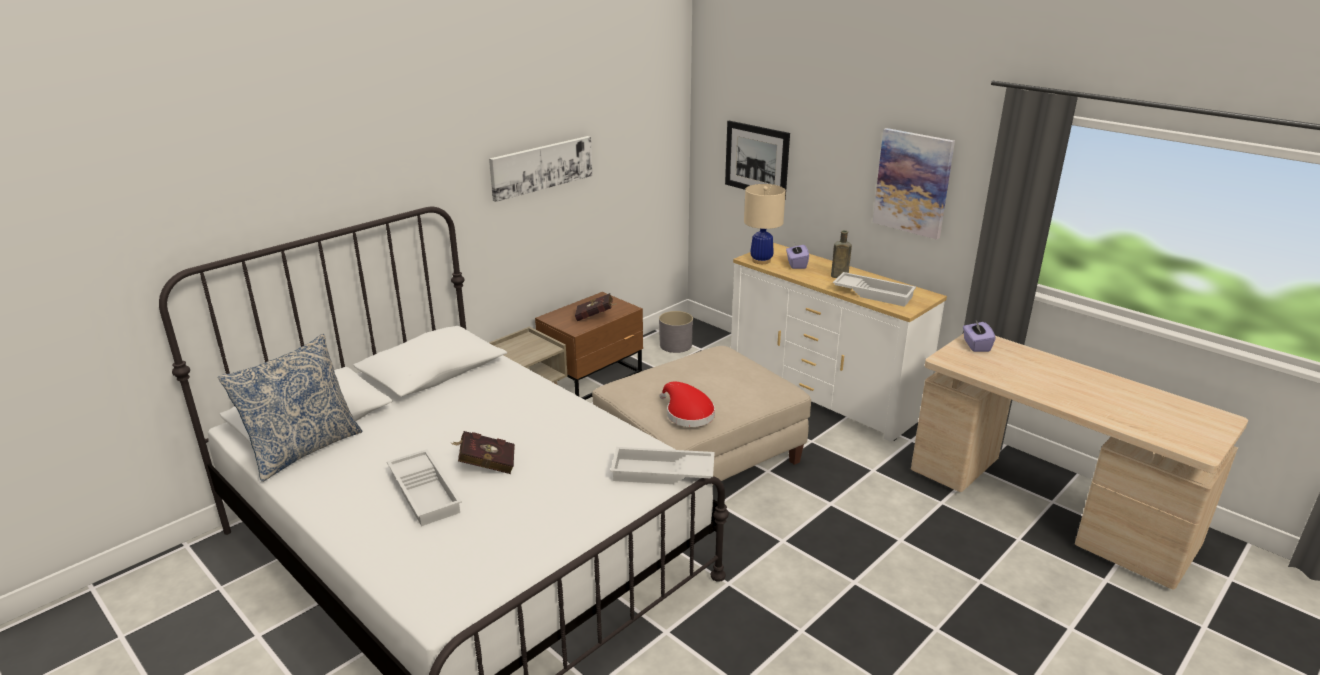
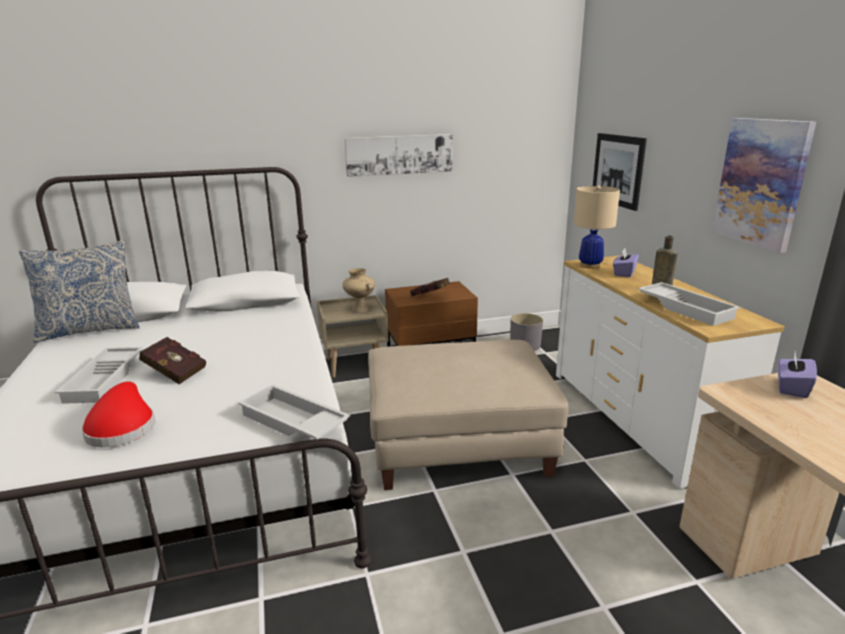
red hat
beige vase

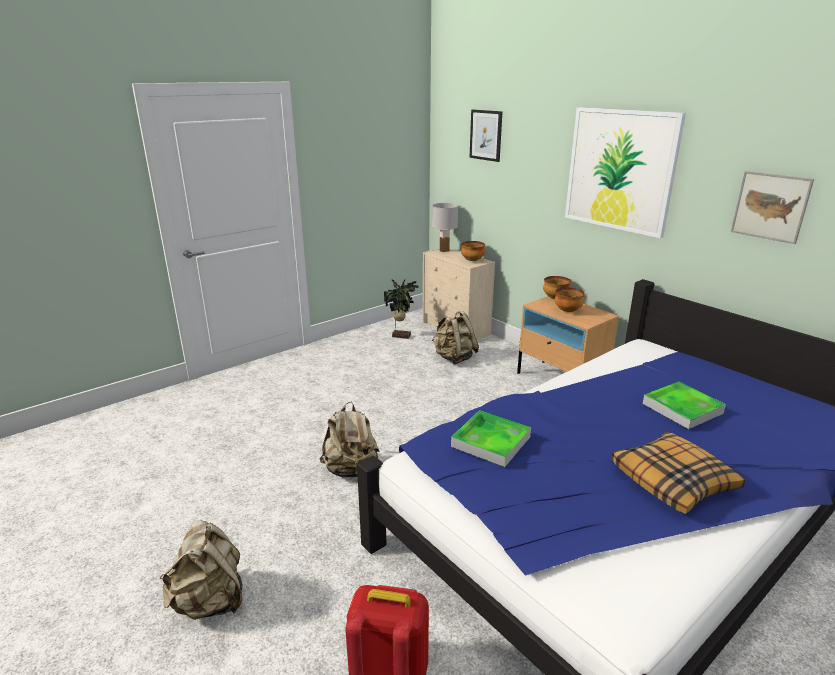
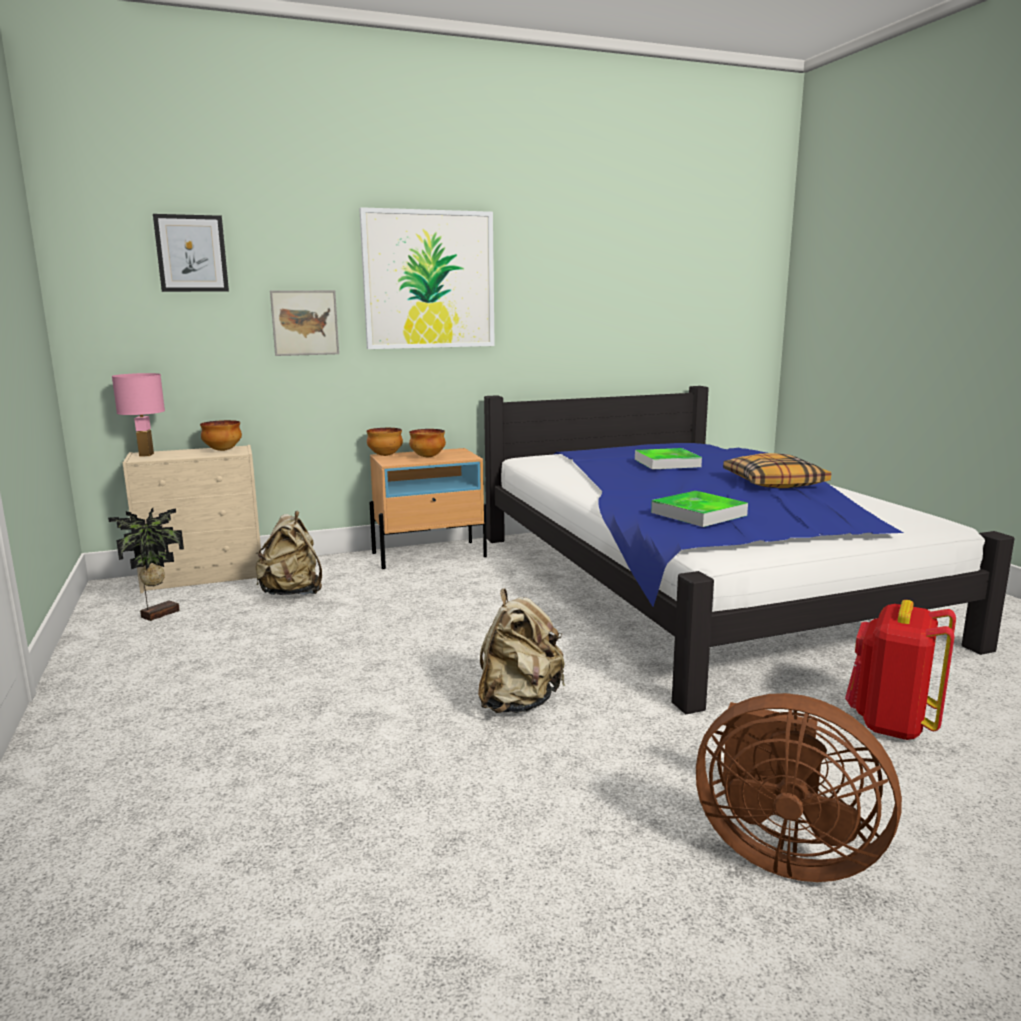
picture (2nd from left)
pink table lamp
brown fan

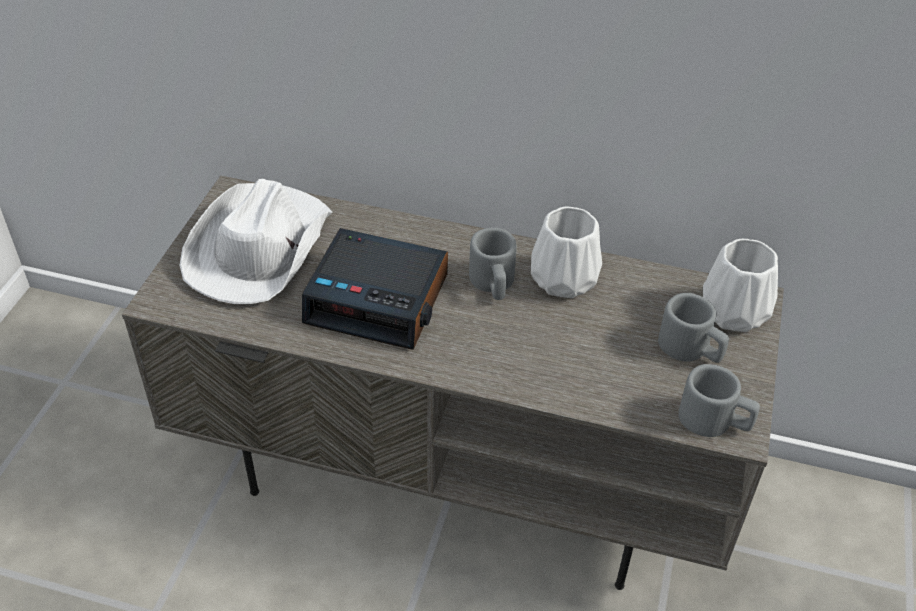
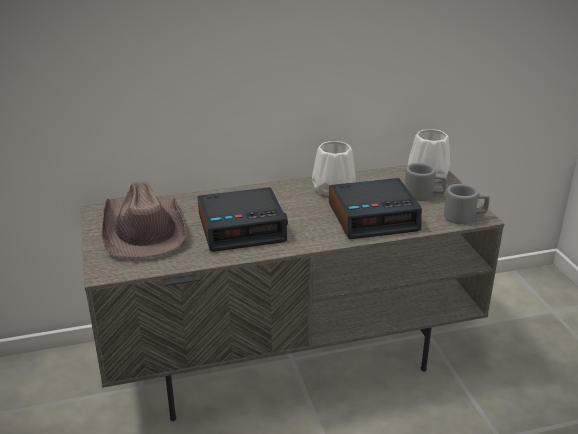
brown hat
grey mug (1st from left in the first image)
alarm clock (2nd from left)

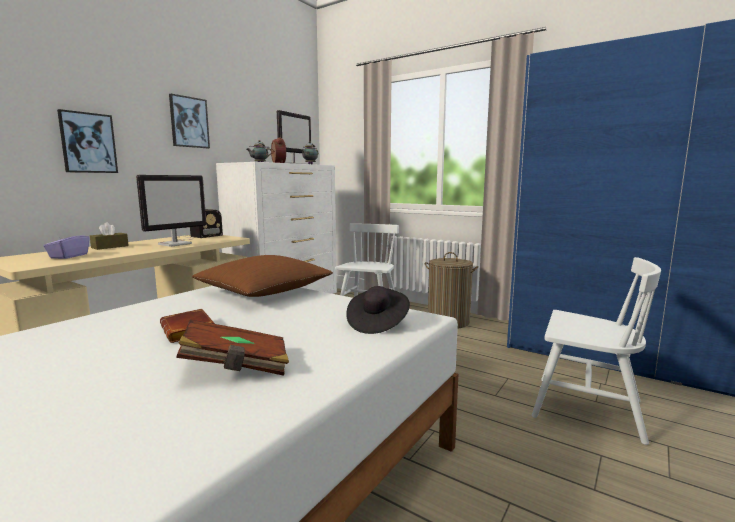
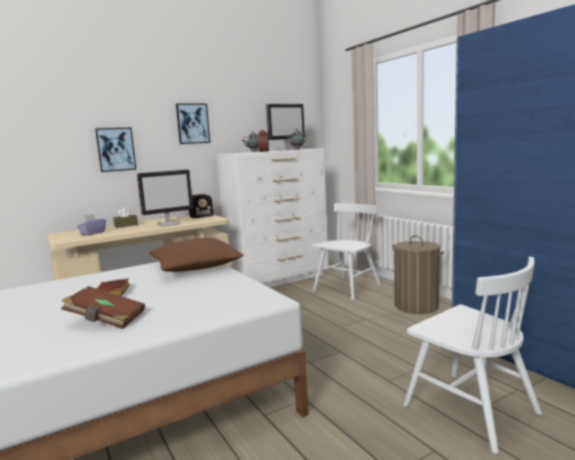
black hat

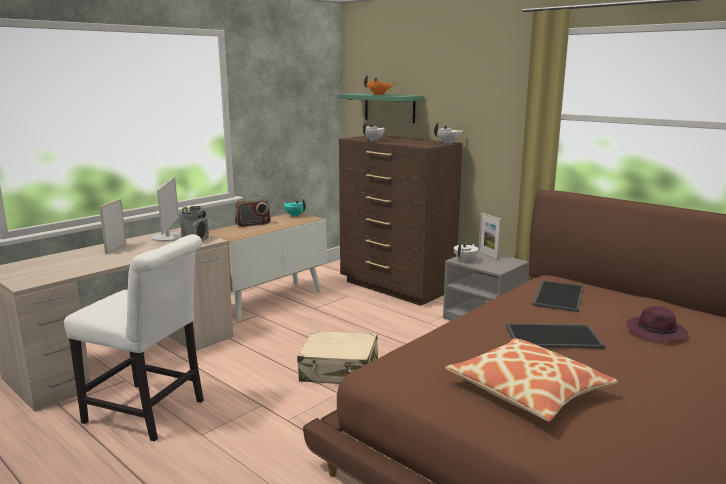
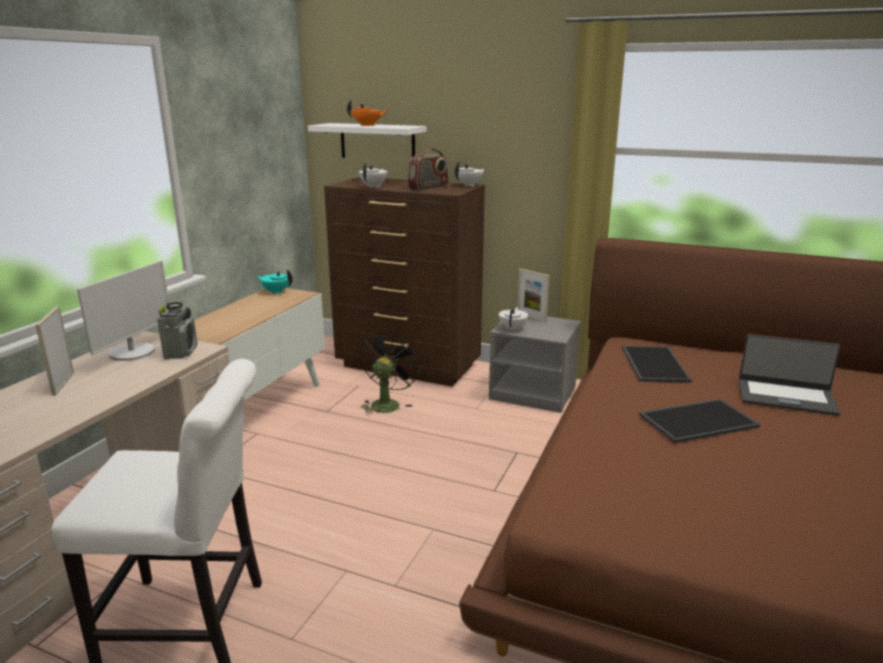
white shelf
monitor
radio (2nd from left)
laptop
beige suitcase
pillow
black fan

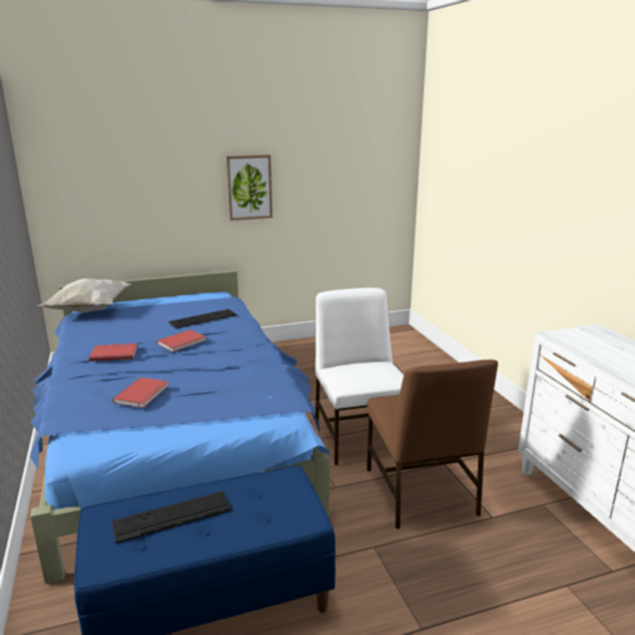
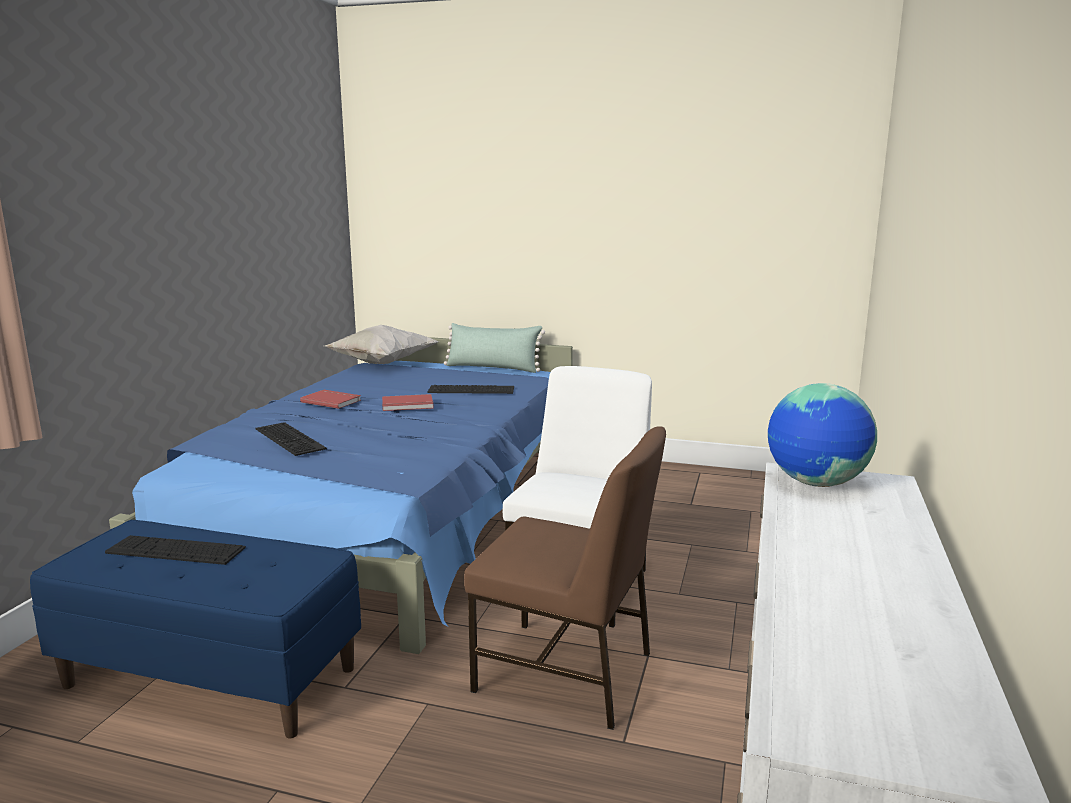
picture
brown chair
keyboard (2nd from left)
green pillow
globe

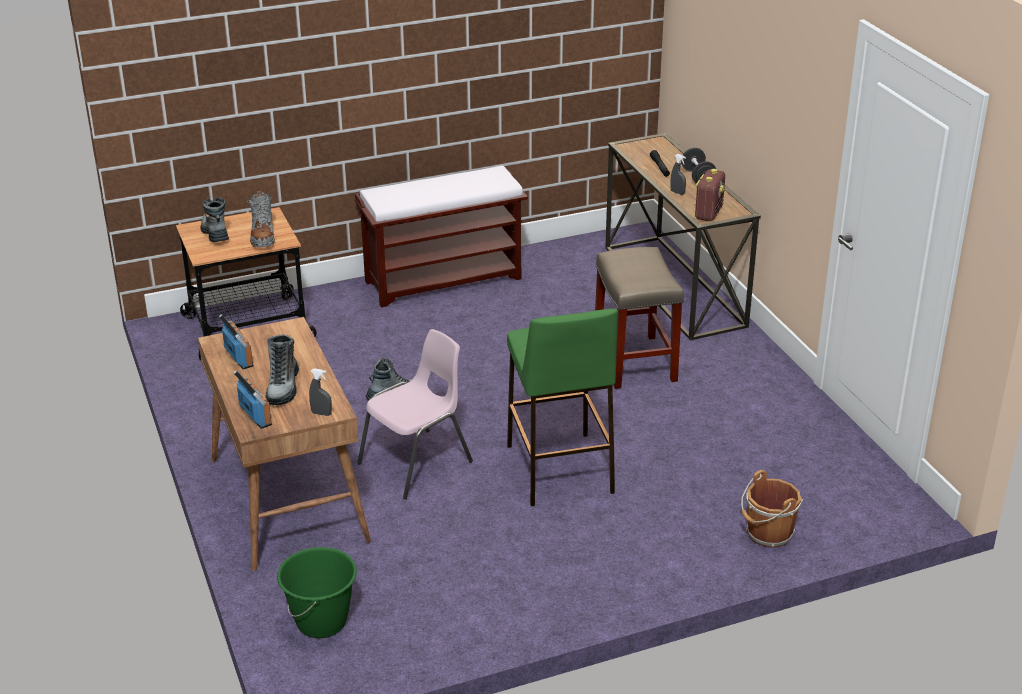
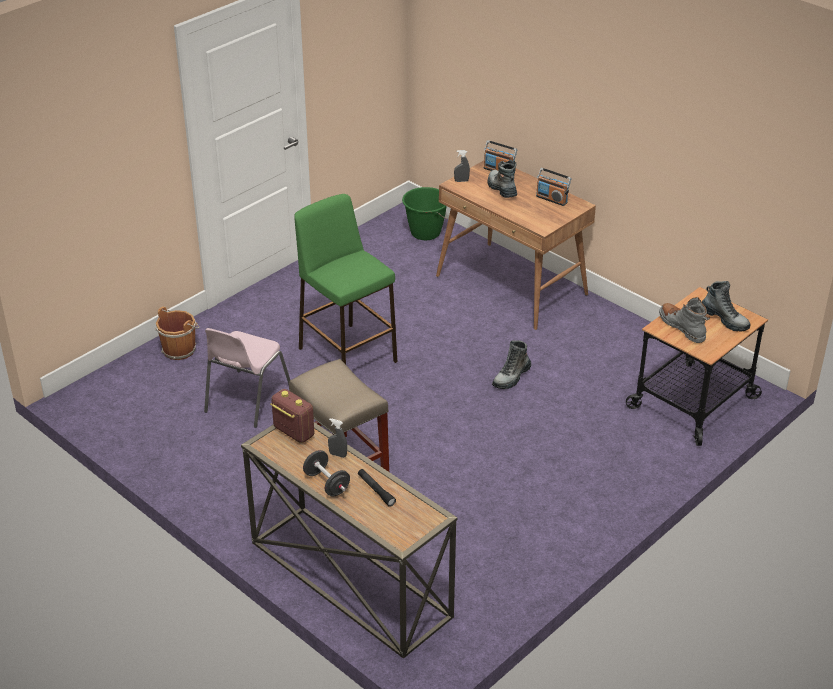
brown bench
radio (1st from left)
pink chair

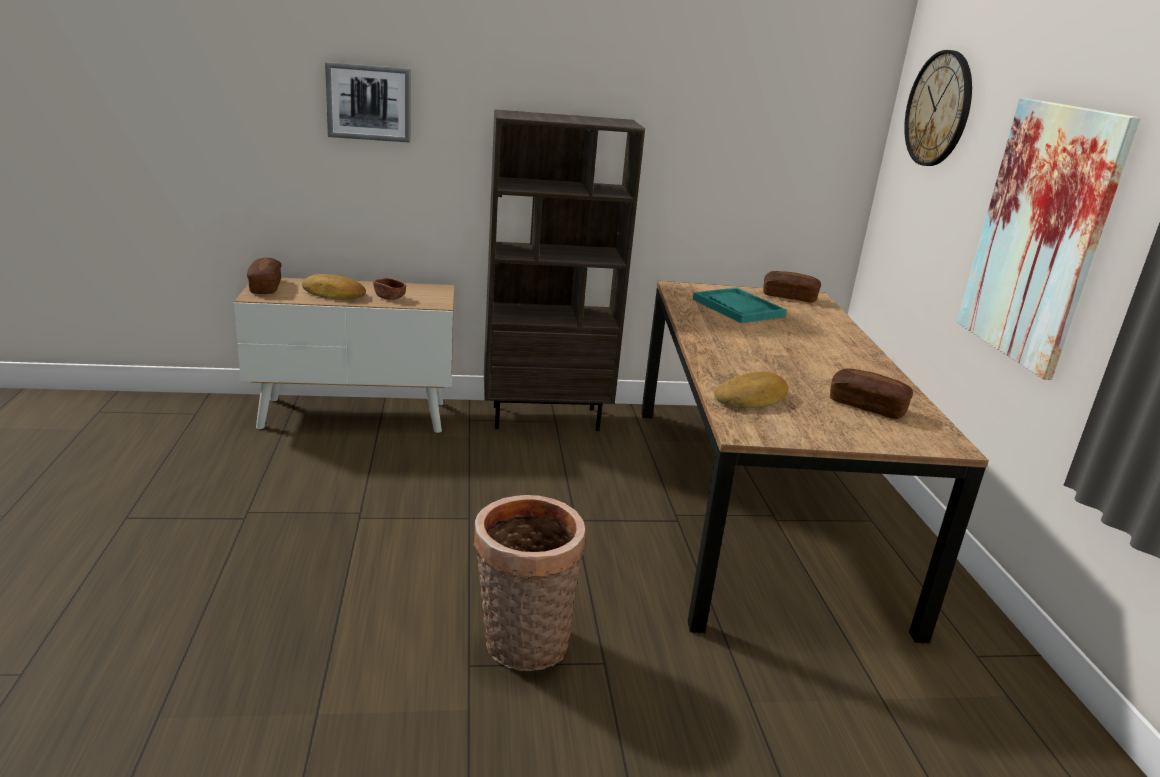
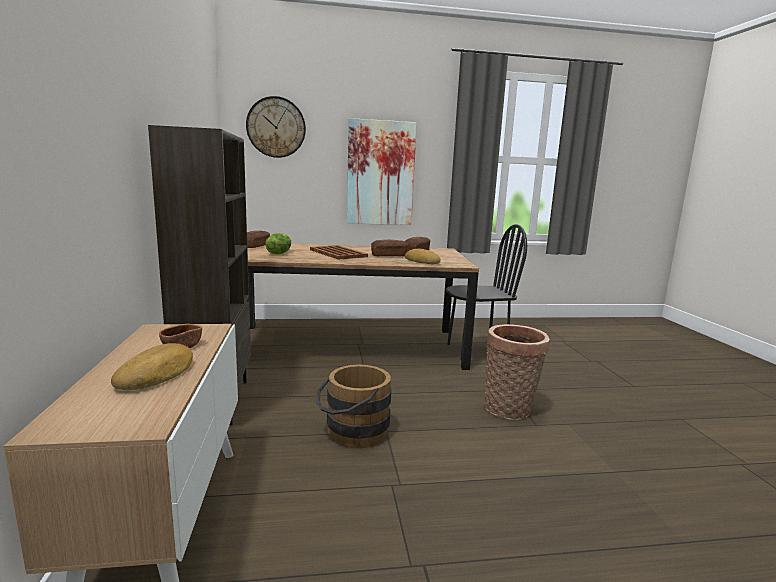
picture (1st from left in the first image)
bread (3rd from left)
lettuce
black chair
brown tray
brown bucket

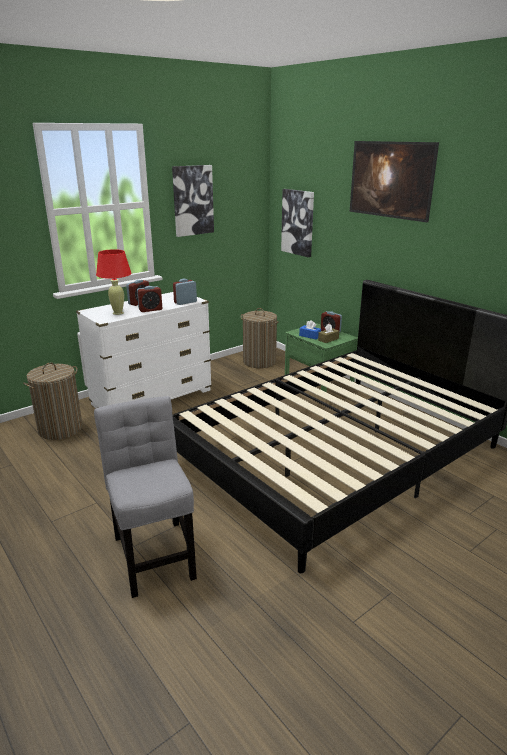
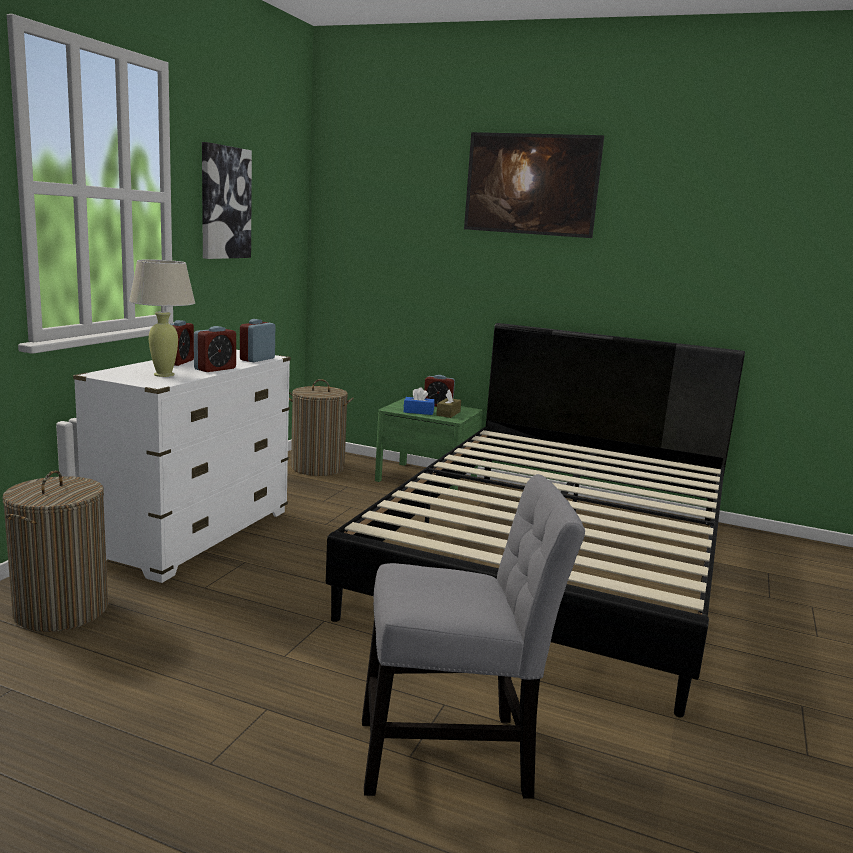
picture (2nd from left in the first image)
beige table lamp
grey chair

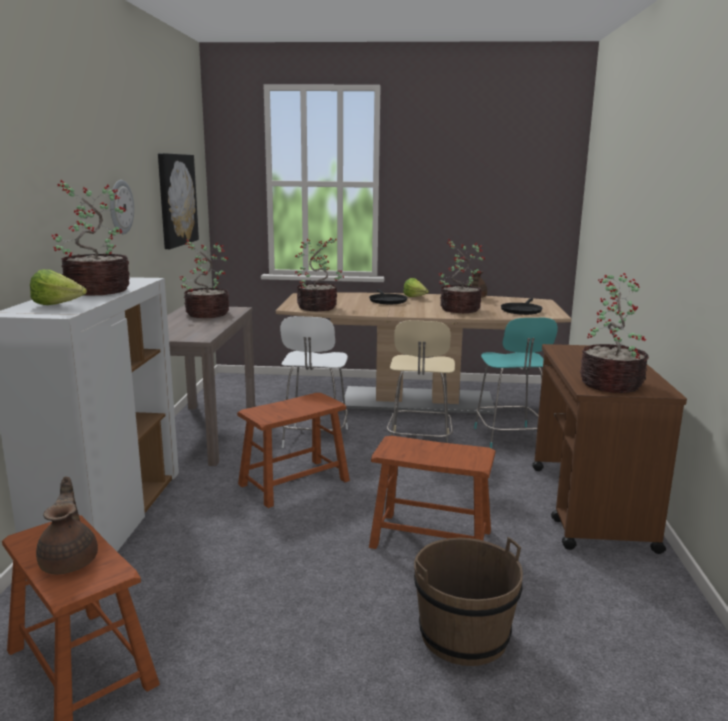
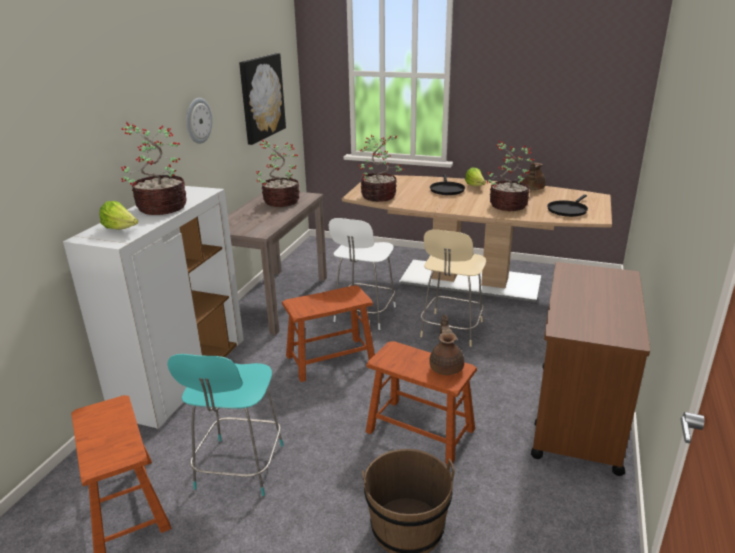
potted plant (5th from left in the first image)
turquoise chair
brown teapot (1st from left)

